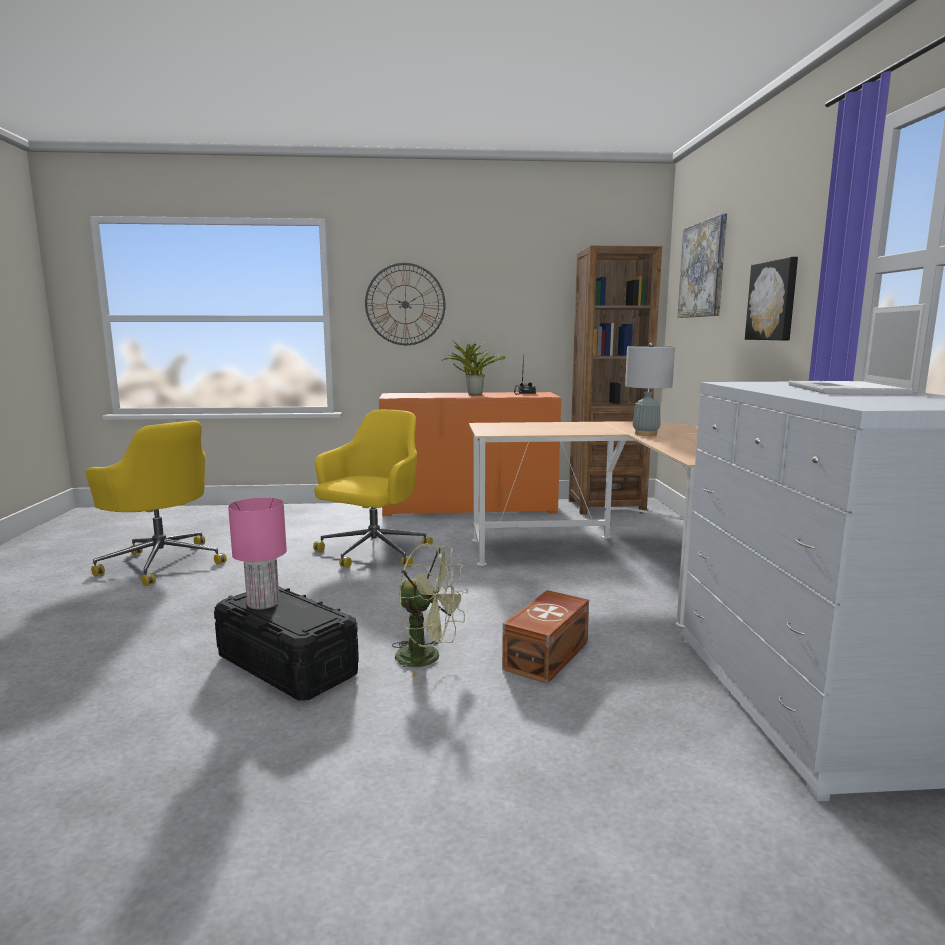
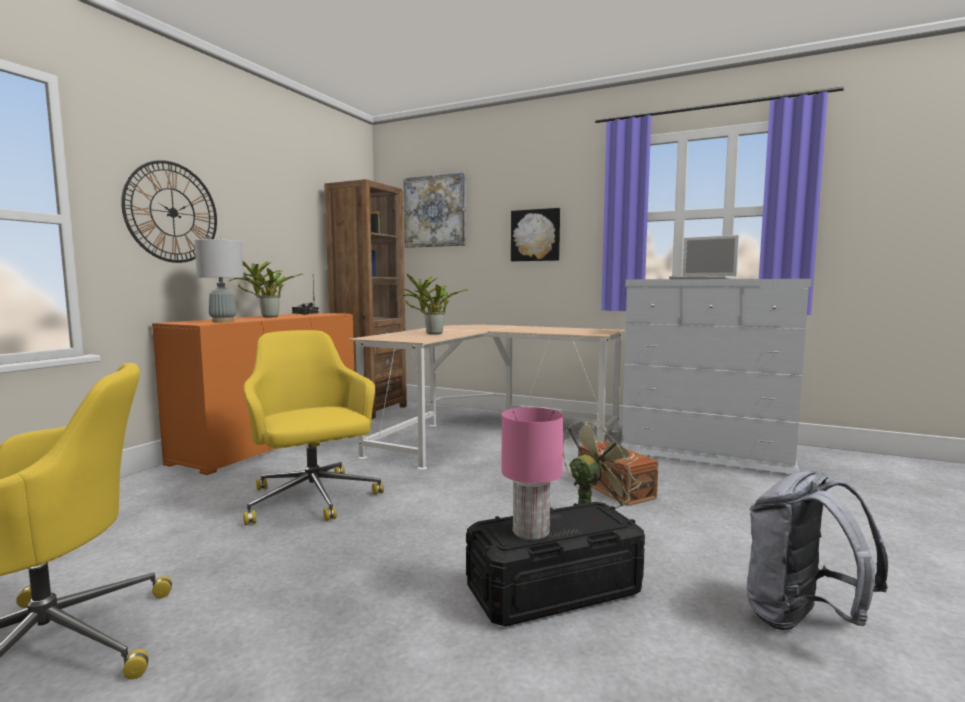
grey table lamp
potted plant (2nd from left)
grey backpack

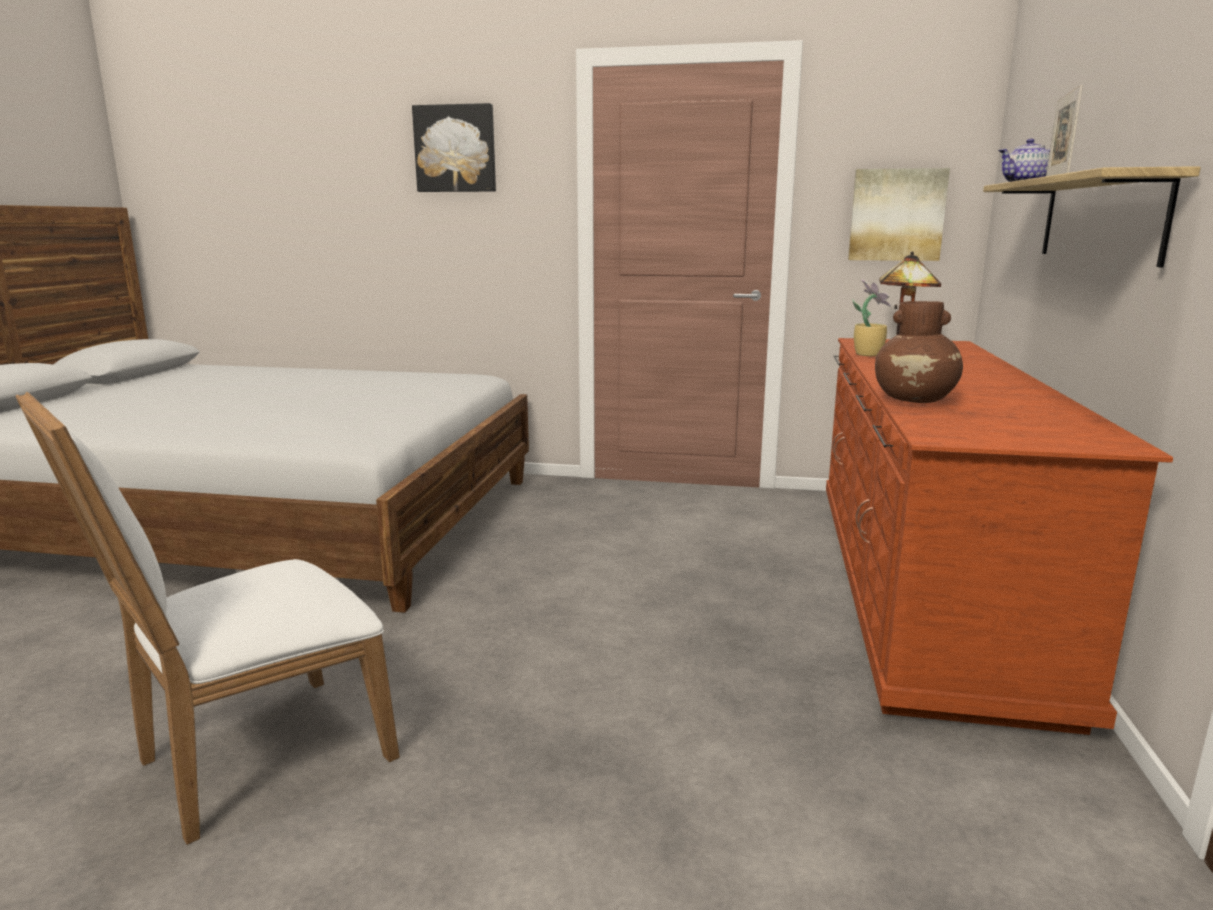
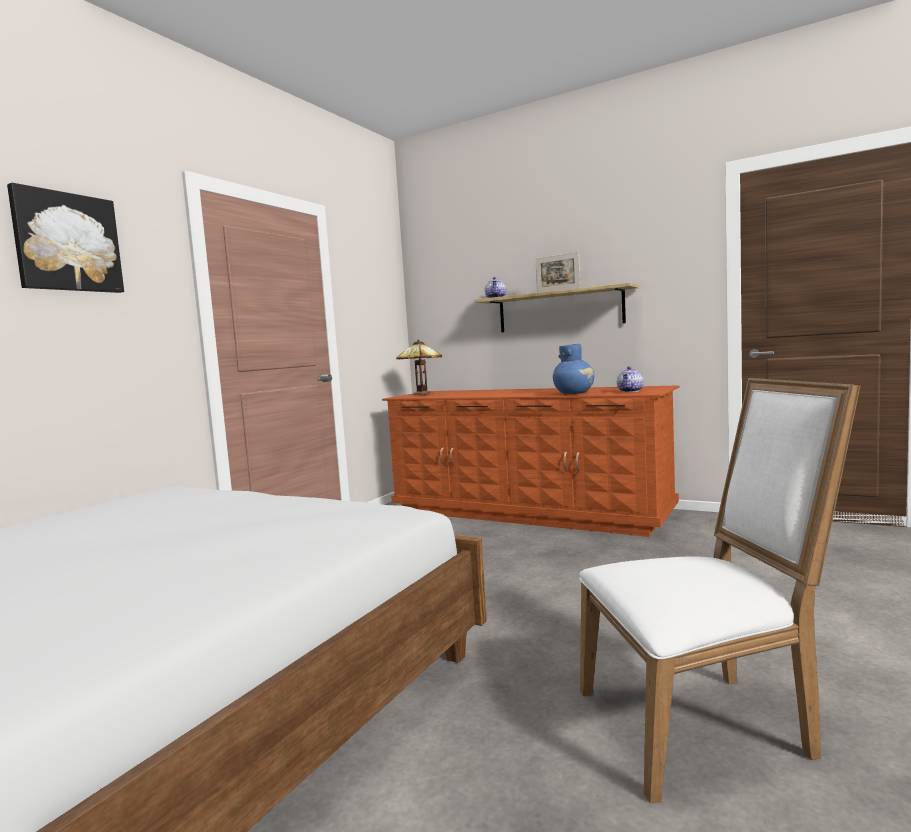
picture (2nd from left in the first image)
potted plant
blue vase
white chair
teapot (2nd from left)

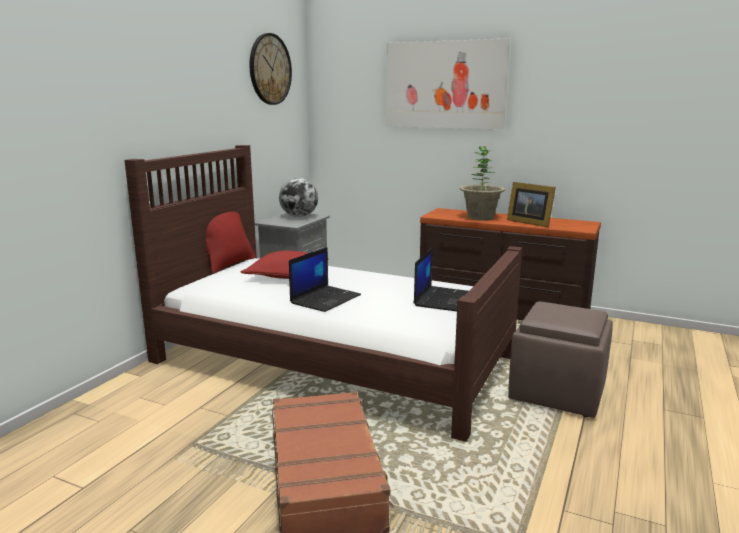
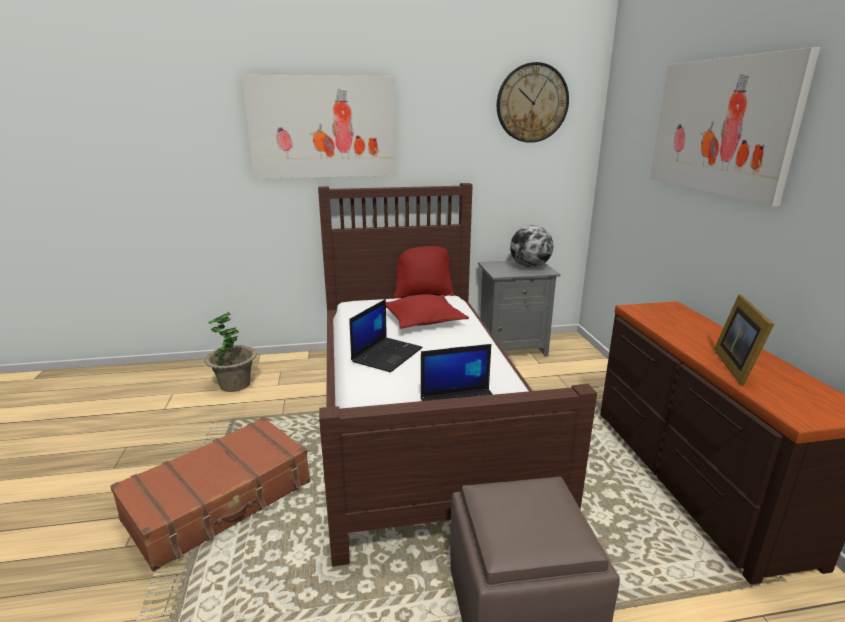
potted plant
laptop (1st from left)
picture (1st from left)

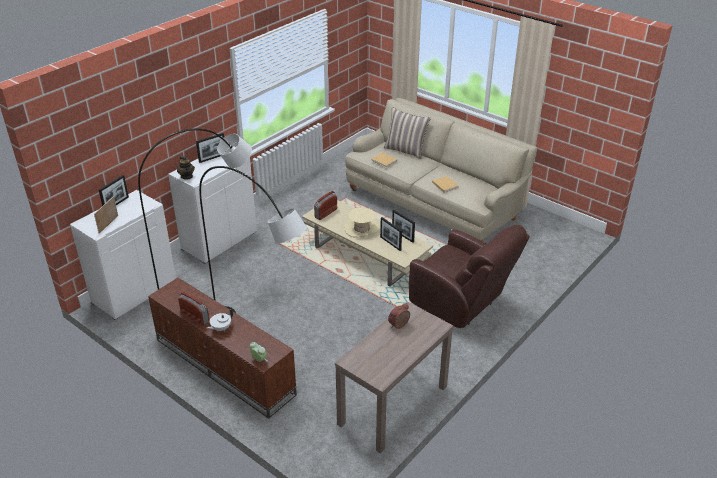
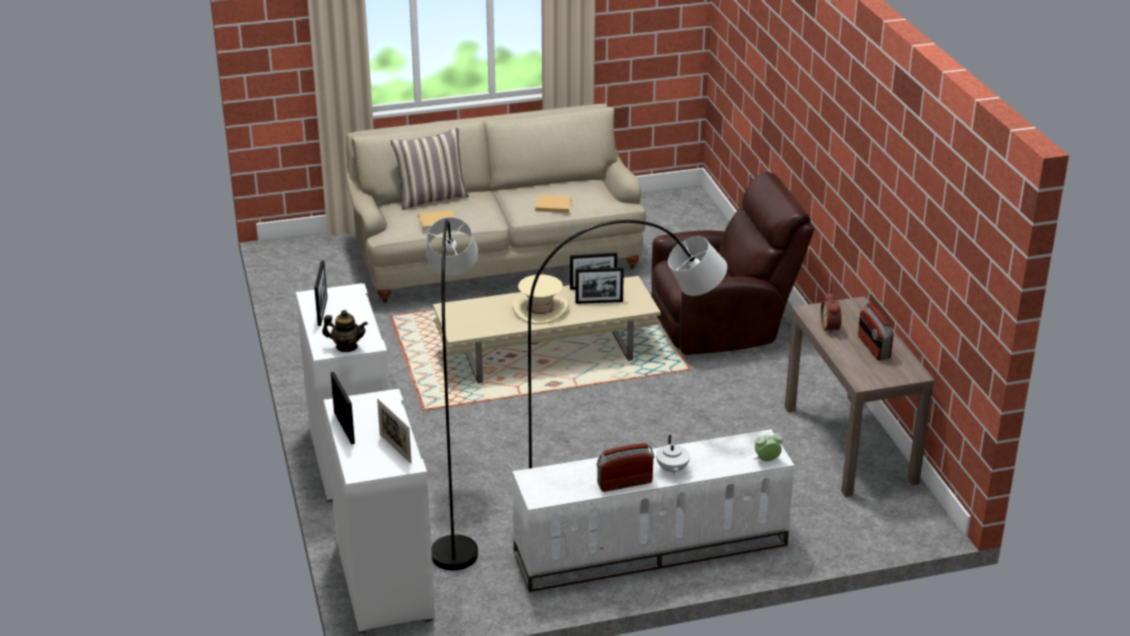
radio (2nd from left)
white tv stand

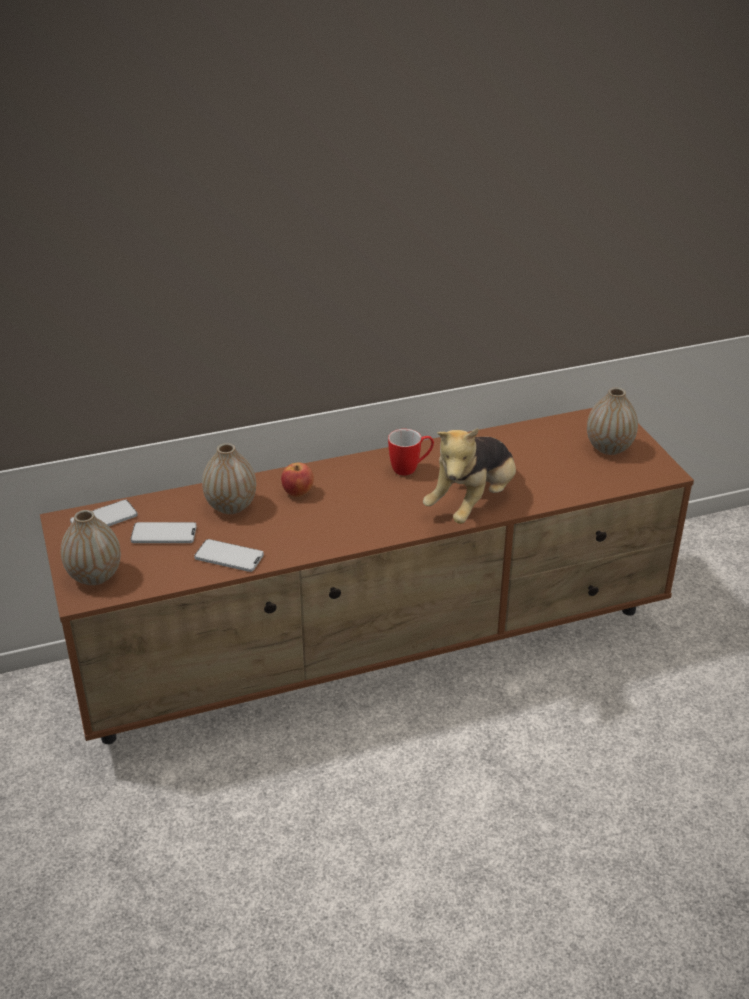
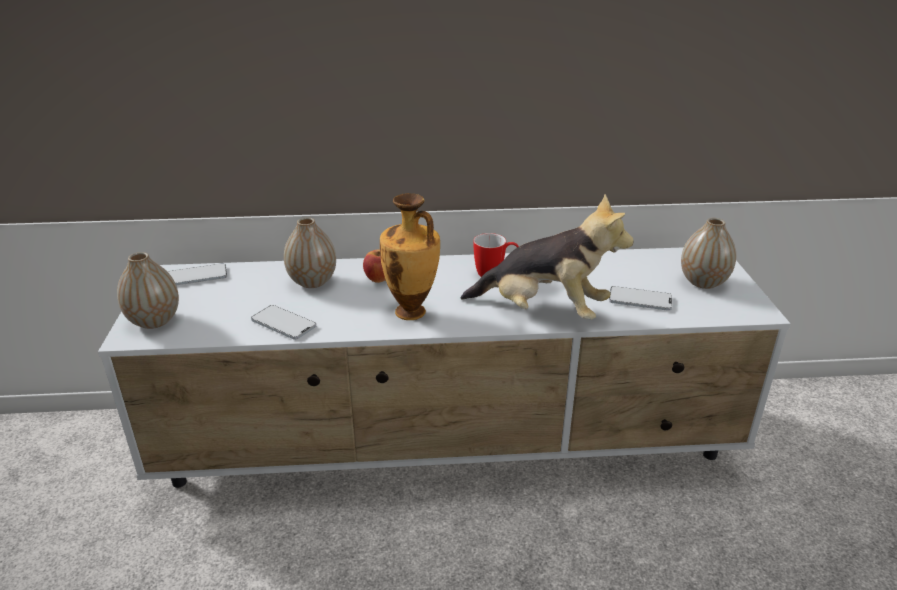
white tv stand
plush toy
phone (3rd from left)
vase (3rd from left)

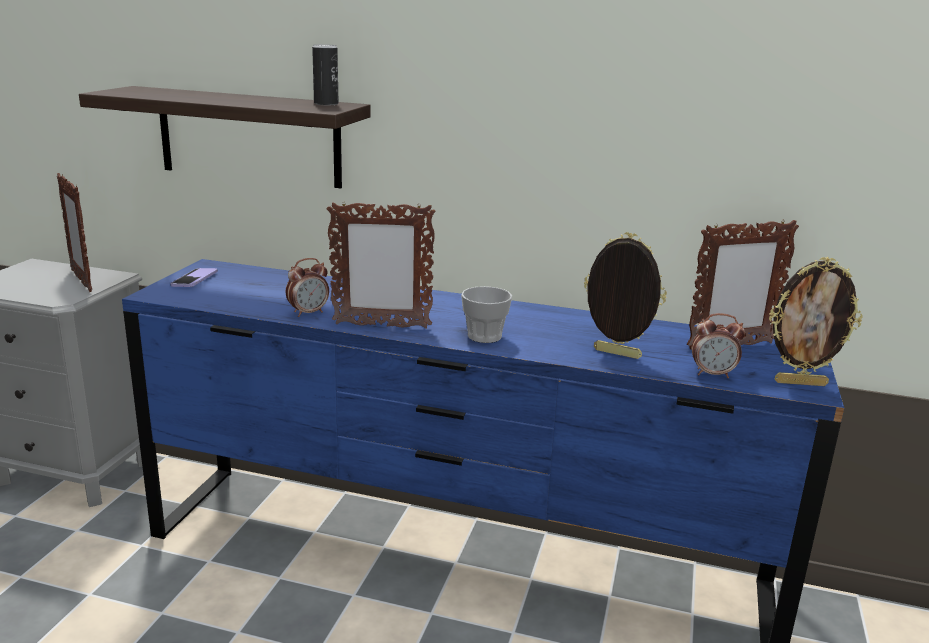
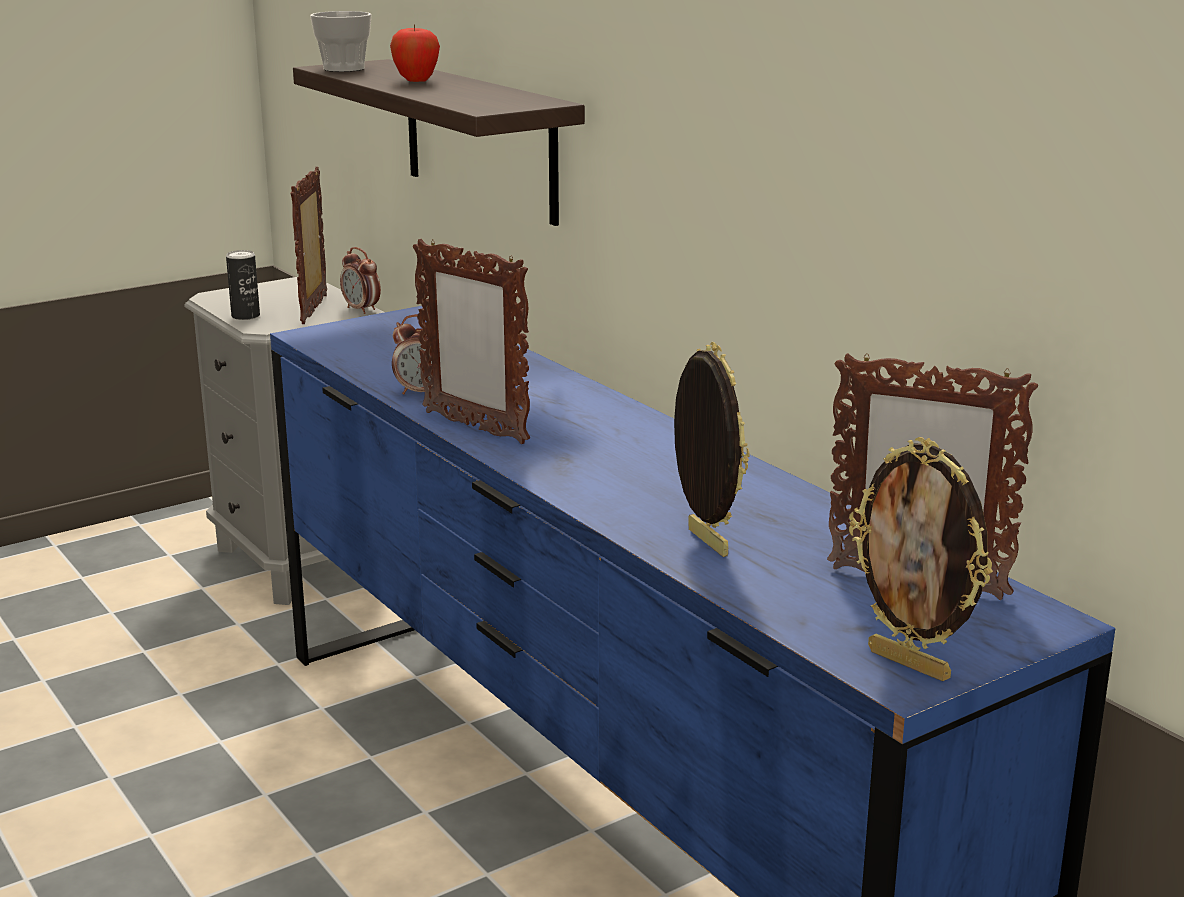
can
phone
cup
alarm clock (1st from left)
apple

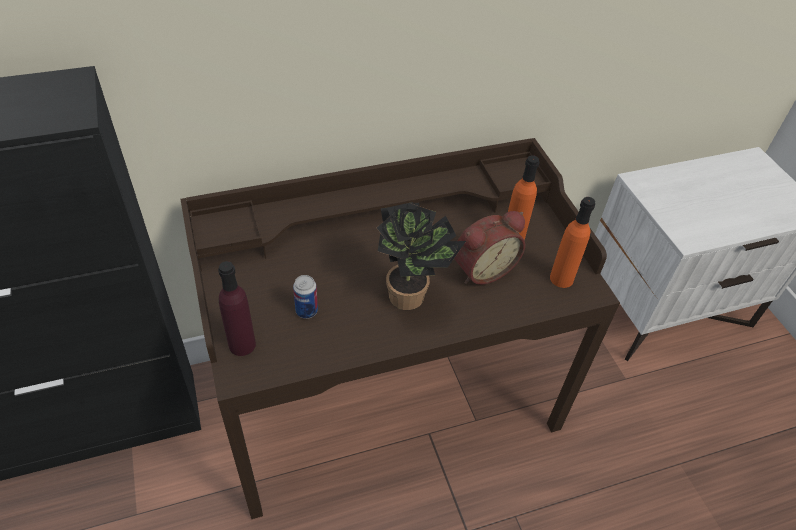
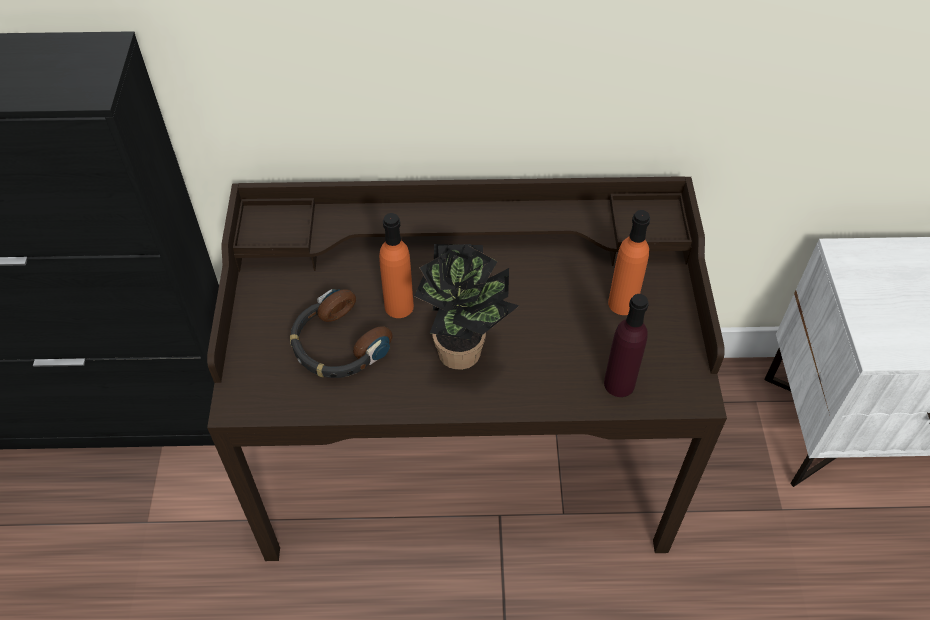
orange bottle (1st from left)
alarm clock
purple bottle
headphones

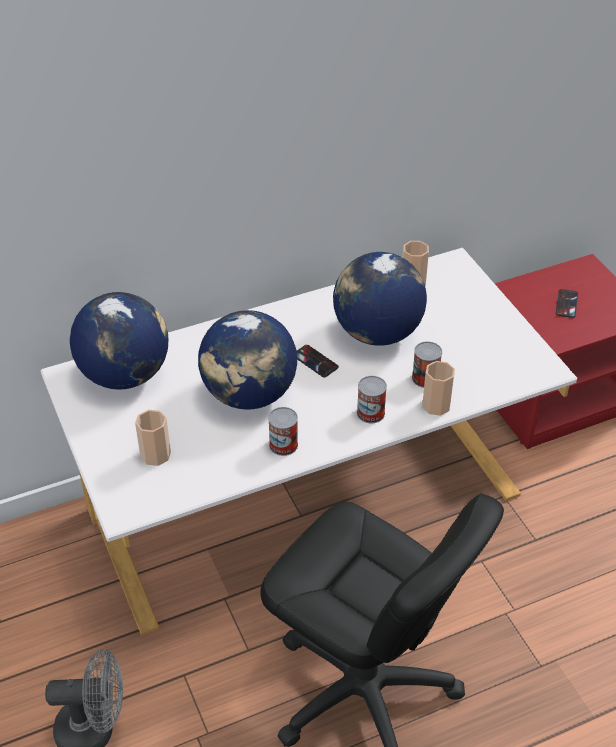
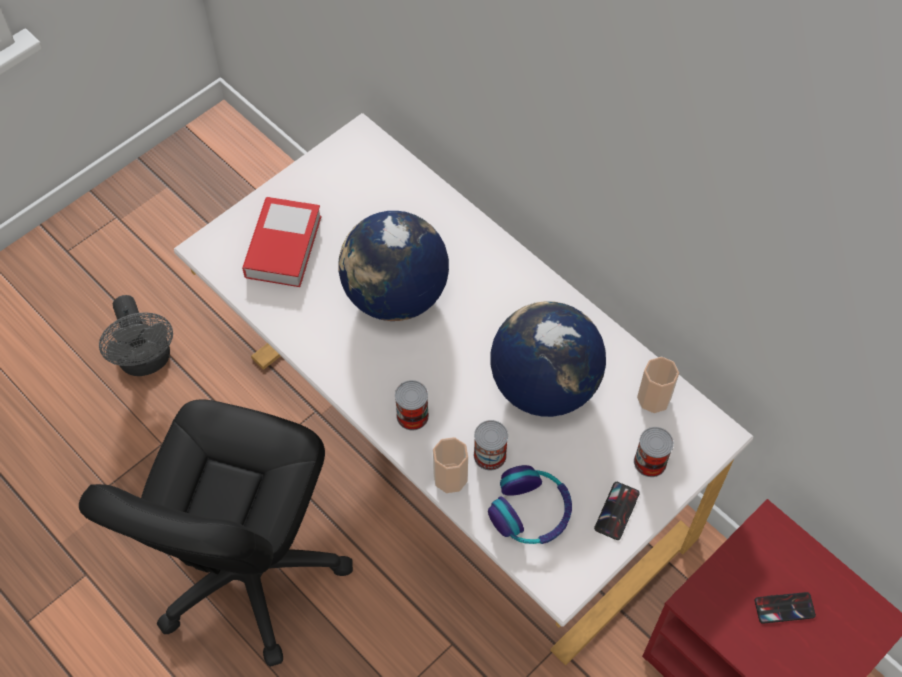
globe (1st from left in the first image)
phone (1st from left)
can (3rd from left)
book
headphones

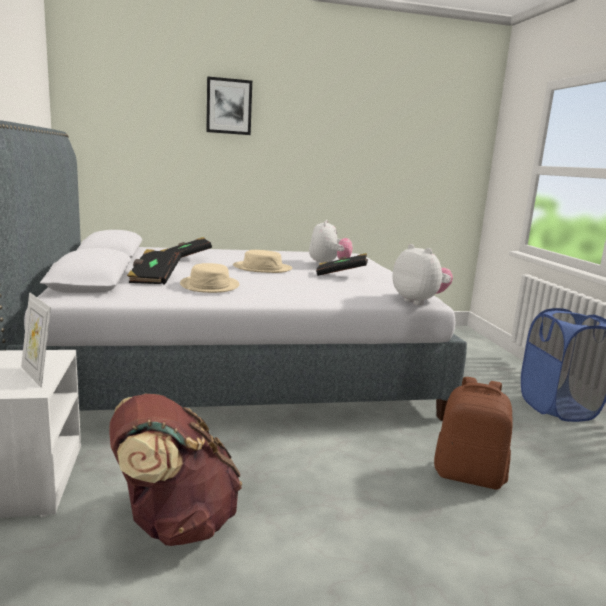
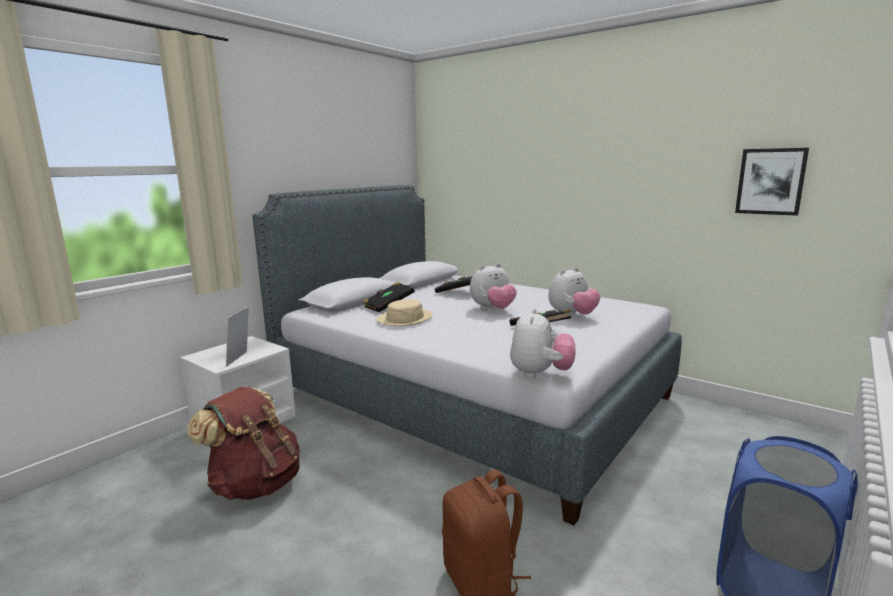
picture
plush toy (1st from left)

